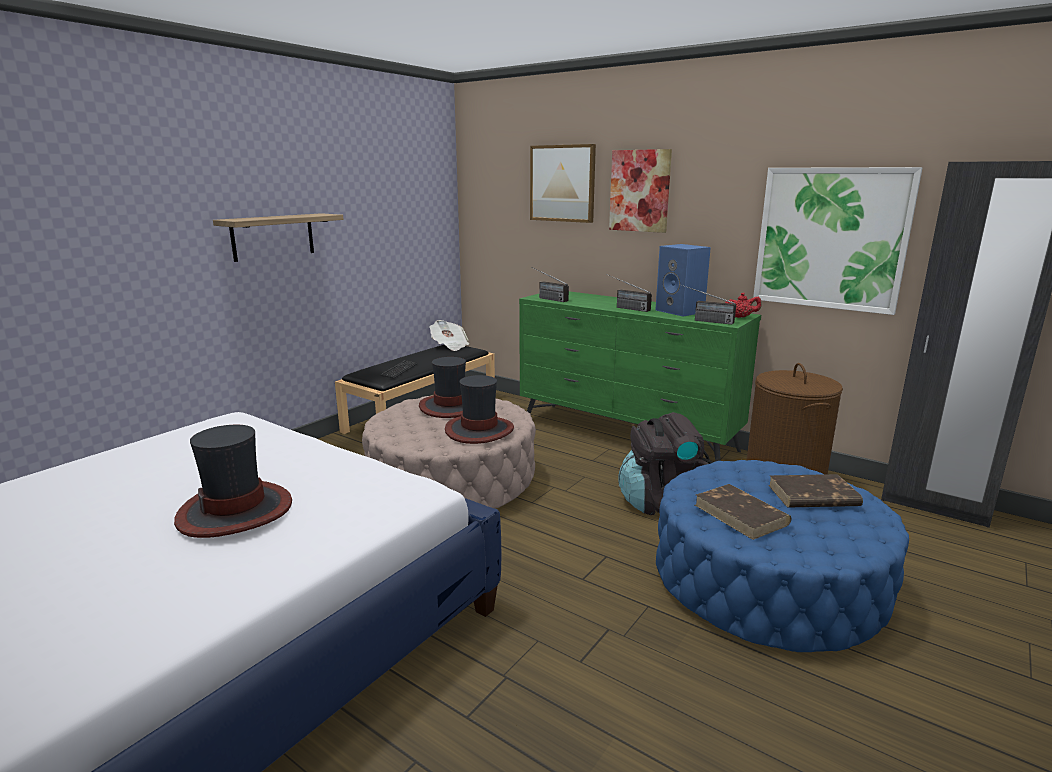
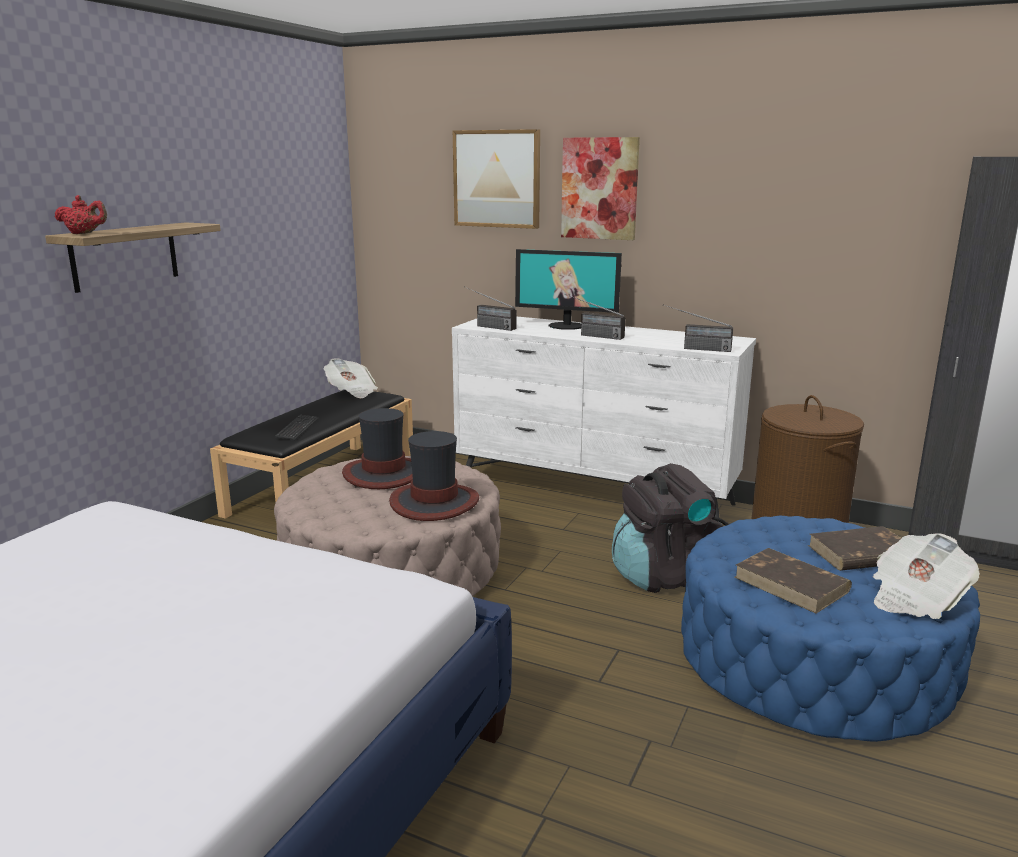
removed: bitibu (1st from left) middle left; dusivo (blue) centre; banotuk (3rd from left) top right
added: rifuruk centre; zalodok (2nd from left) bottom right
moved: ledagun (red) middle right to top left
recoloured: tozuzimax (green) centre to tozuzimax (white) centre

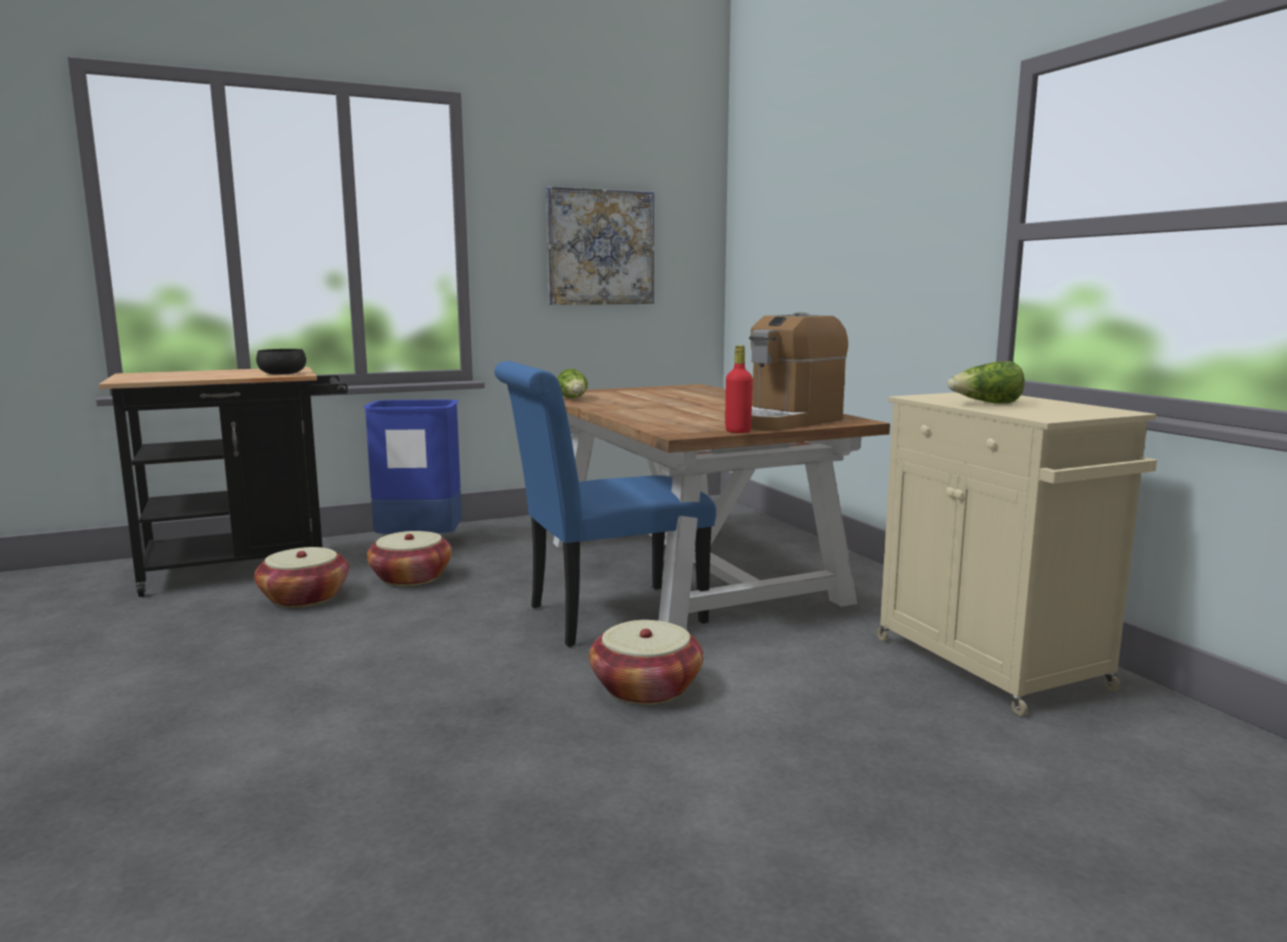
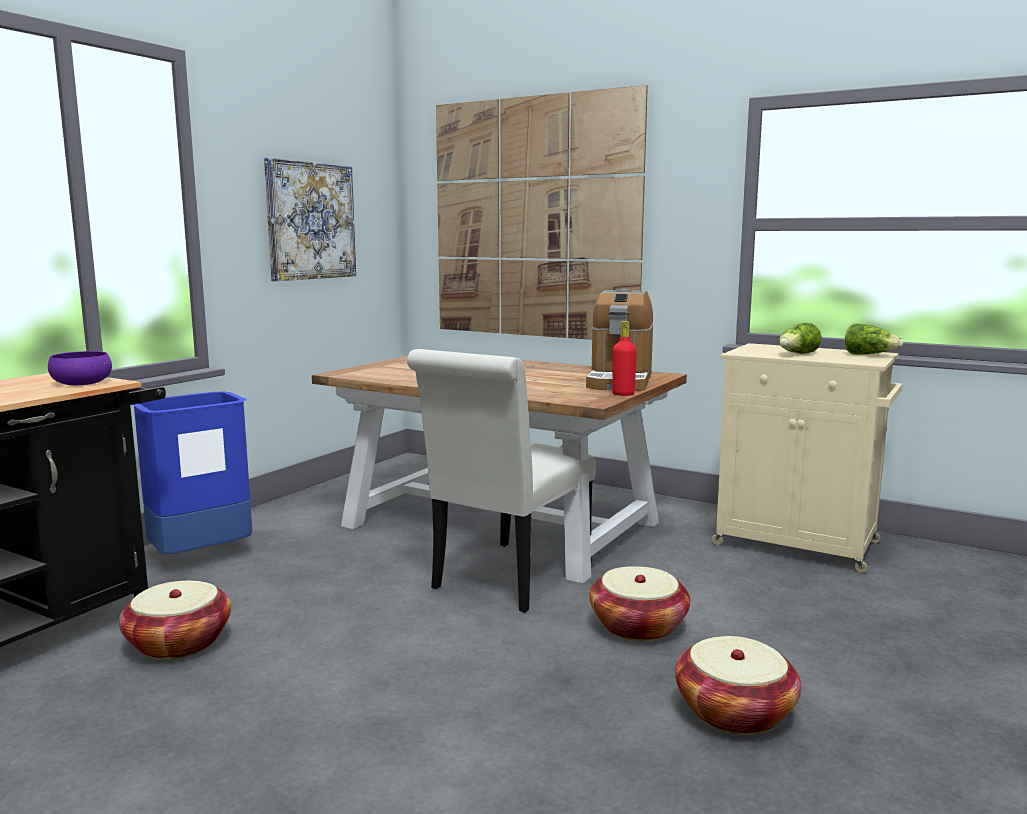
added: banotuk (2nd from left) top centre
moved: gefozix (2nd from left in the first image) middle left to gefozix (3rd from left) bottom right; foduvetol (1st from left in the first image) centre to foduvetol (2nd from left) middle right
recoloured: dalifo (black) middle left to dalifo (purple) middle left; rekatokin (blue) centre to rekatokin (white) centre

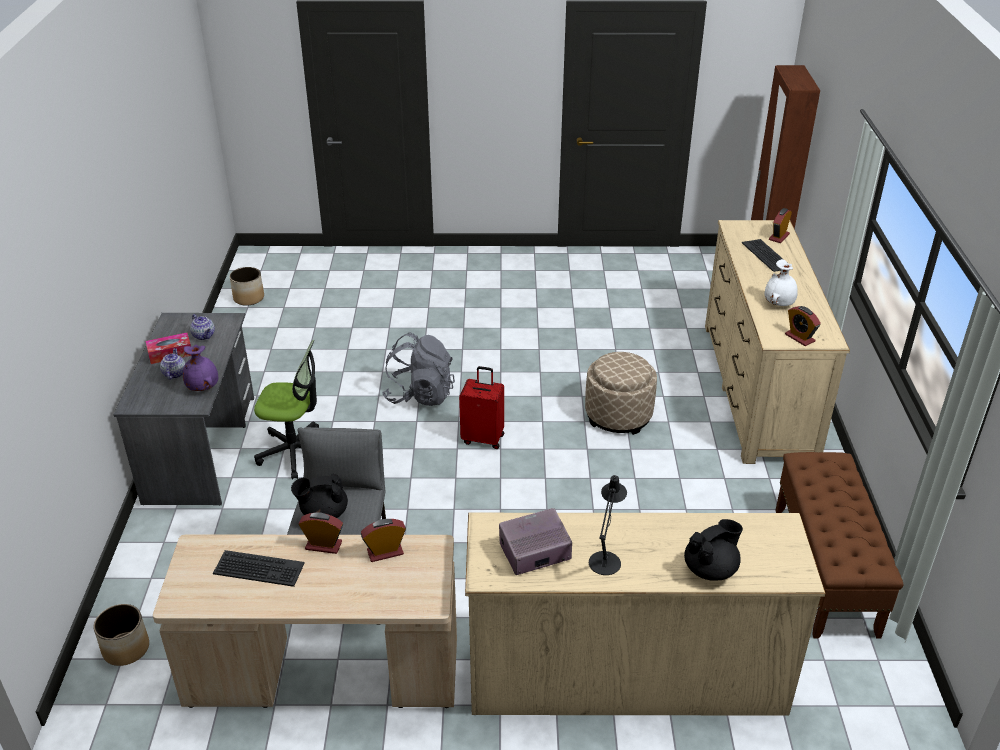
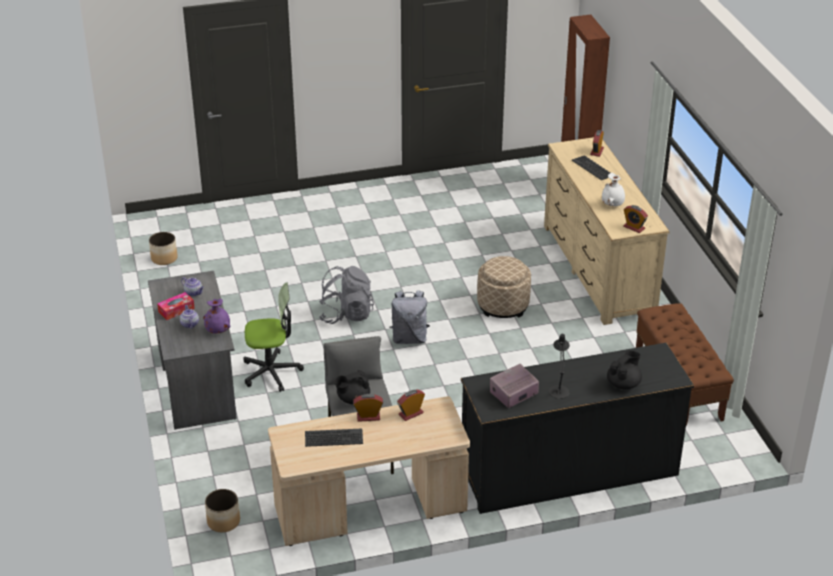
replaced: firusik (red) centre to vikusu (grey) (2nd from left) centre
recoloured: tozuzimax (beige) (1st from left) bottom centre to tozuzimax (black) bottom right

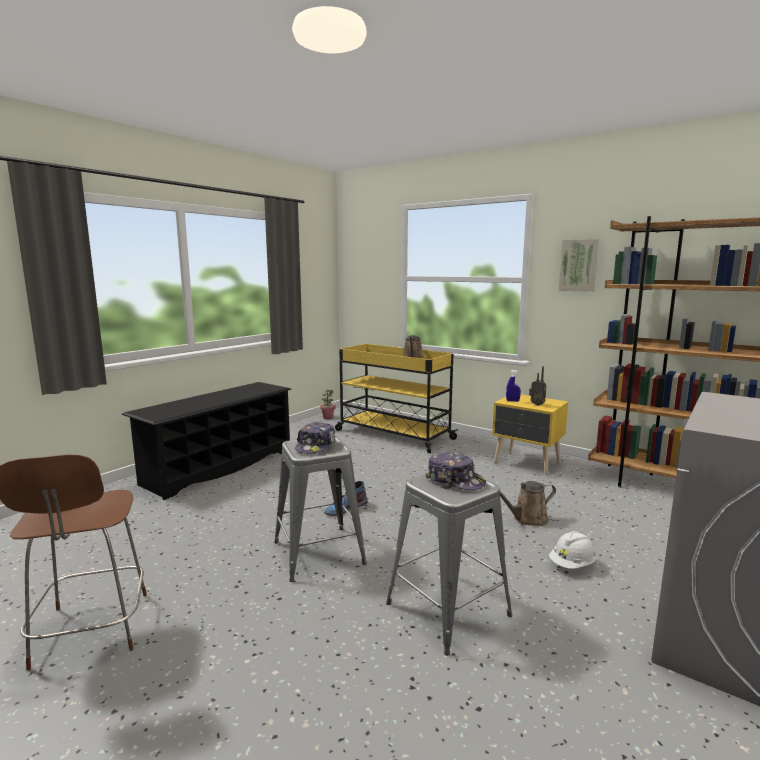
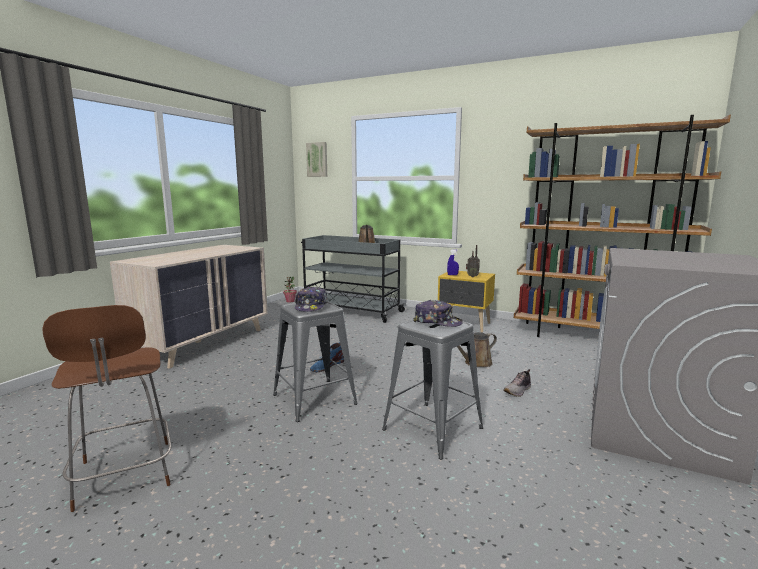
moved: banotuk middle right to top centre
replaced: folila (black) middle left to tozuzimax (beige) middle left; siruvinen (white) bottom right to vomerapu bottom right
recoloured: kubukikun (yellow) centre to kubukikun (grey) centre

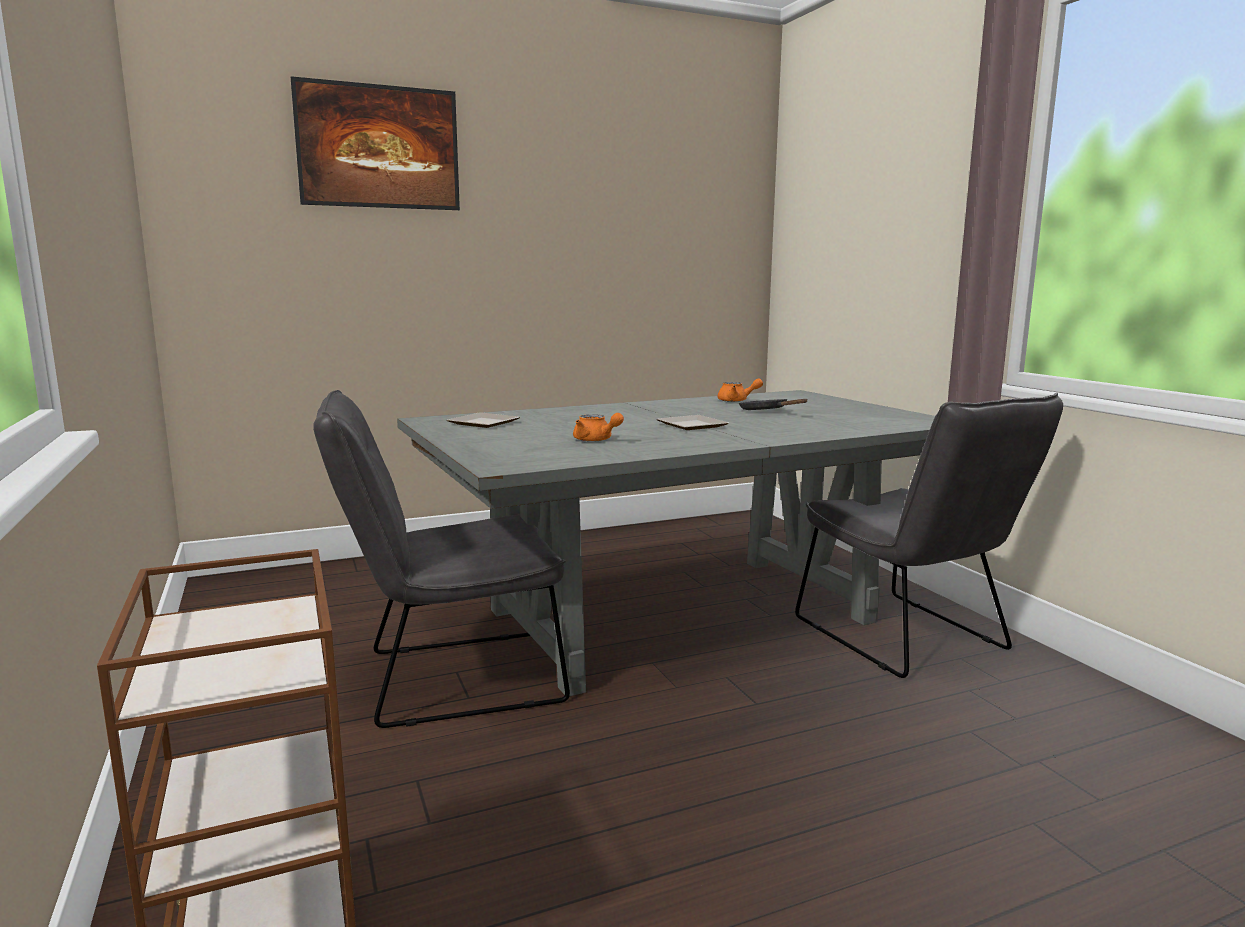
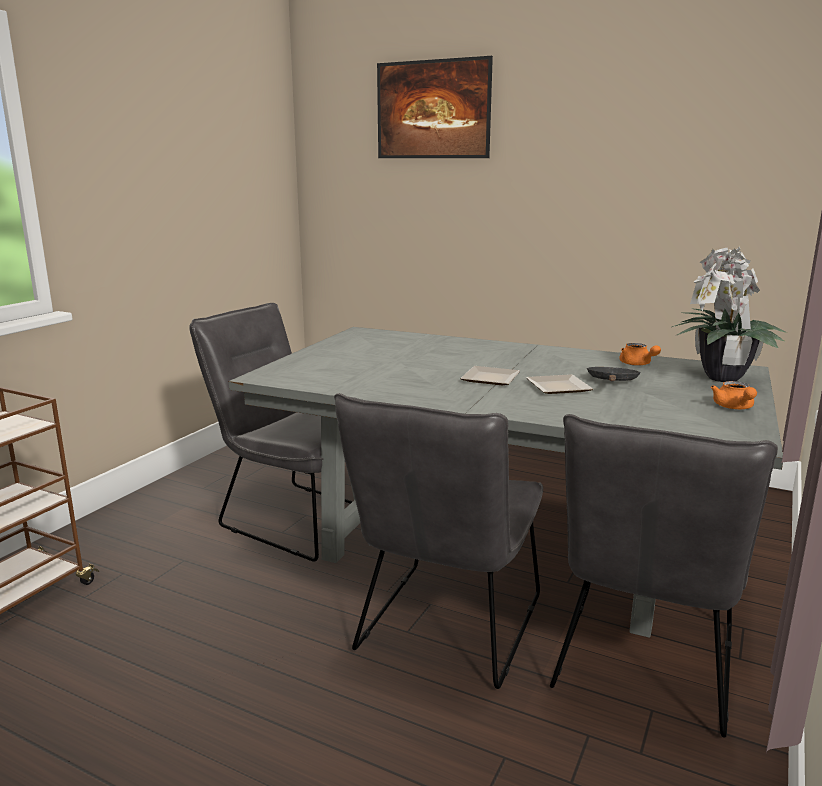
added: rekatokin (grey) (2nd from left) bottom centre; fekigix middle right
moved: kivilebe (1st from left in the first image) centre to kivilebe (2nd from left) middle right; ledagun (orange) (1st from left in the first image) centre to ledagun (orange) (2nd from left) middle right

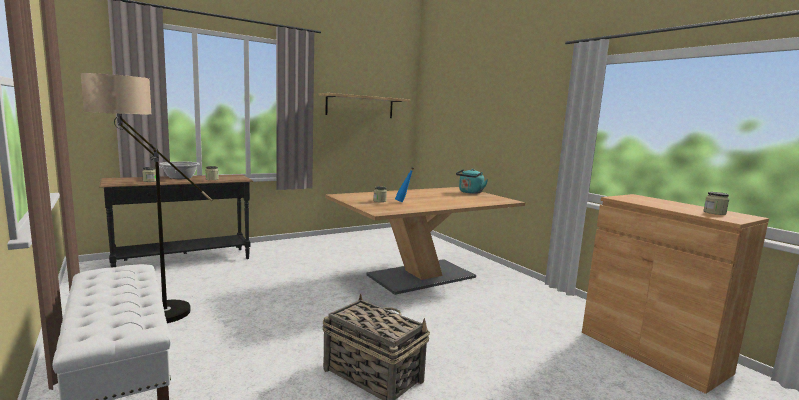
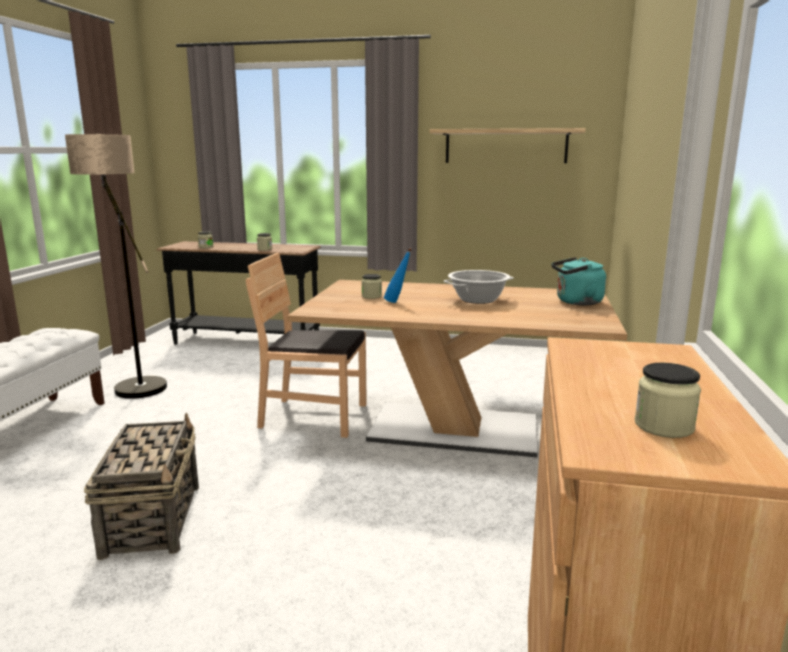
added: rekatokin (brown) centre
moved: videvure middle left to centre

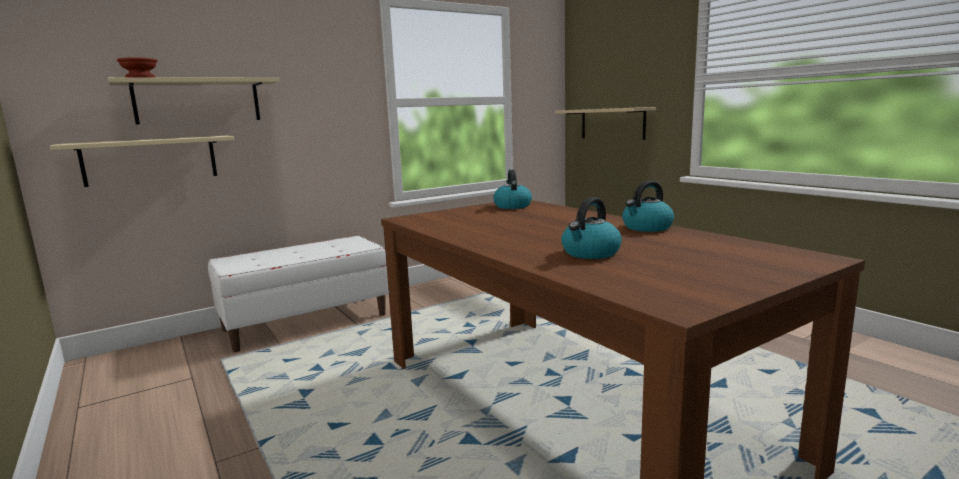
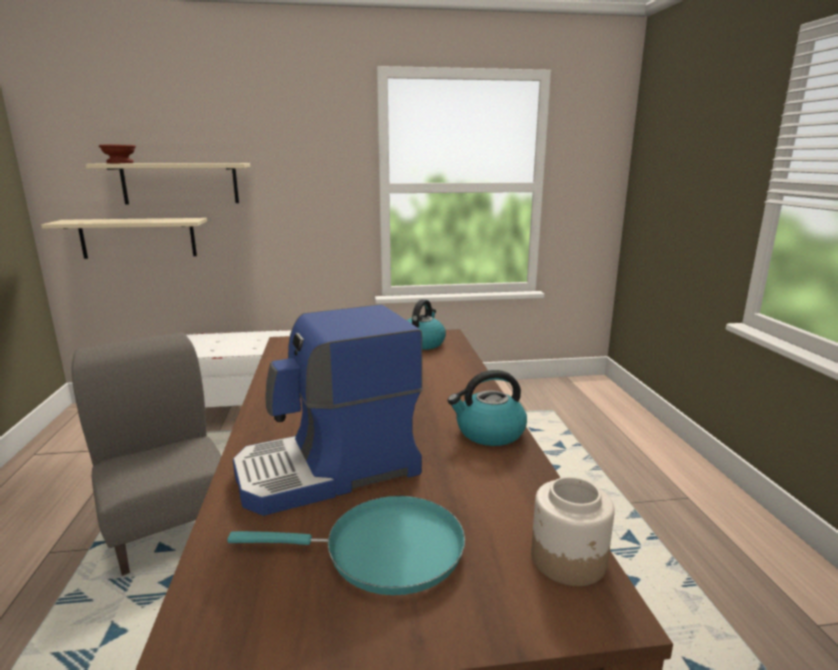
removed: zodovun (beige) (3rd from left) top centre
added: rekatokin (grey) bottom left; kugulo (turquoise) bottom centre; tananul bottom right
replaced: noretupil (2nd from left) centre to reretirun centre

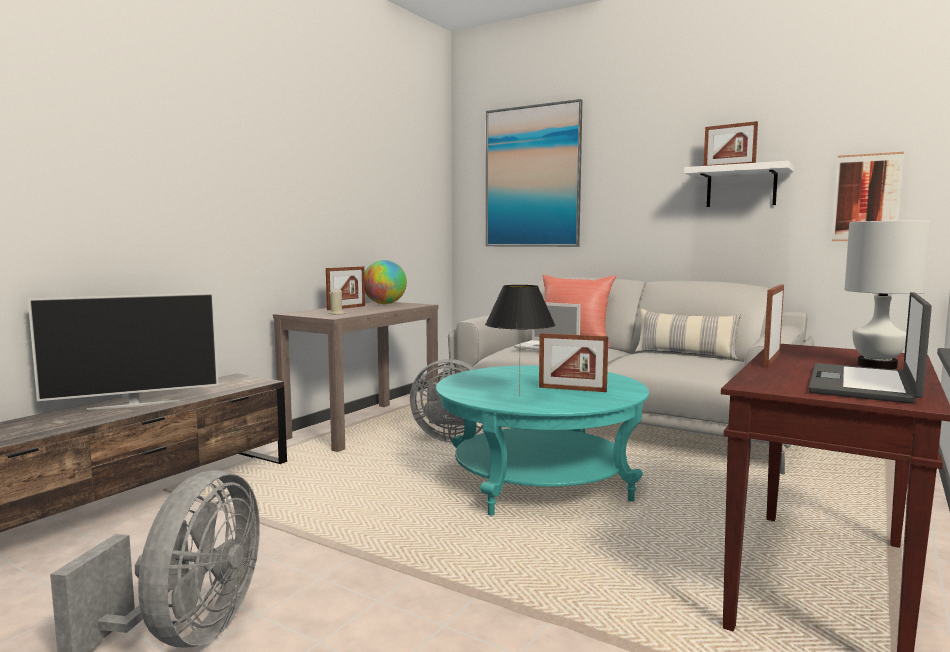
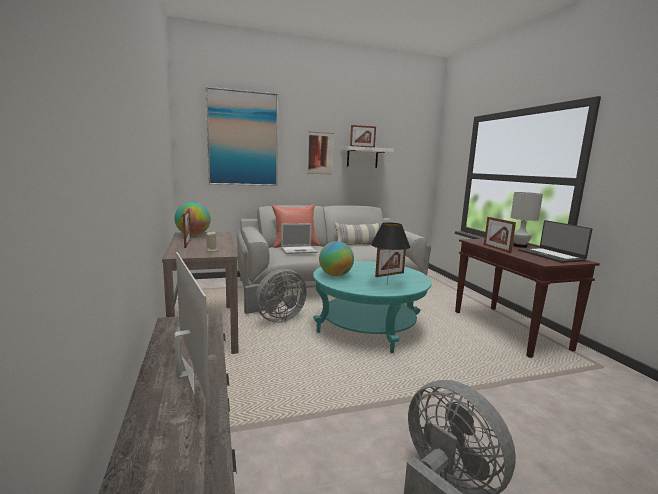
added: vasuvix (2nd from left) centre
moved: banotuk (2nd from left) top right to top centre
turned: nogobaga middle left = middle left 45 degrees counterclockwise

